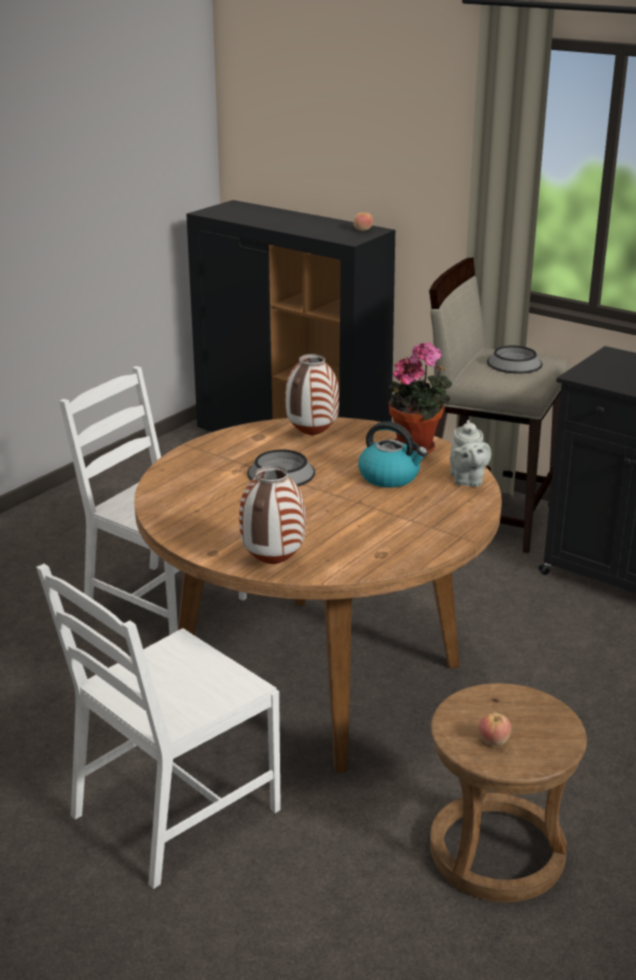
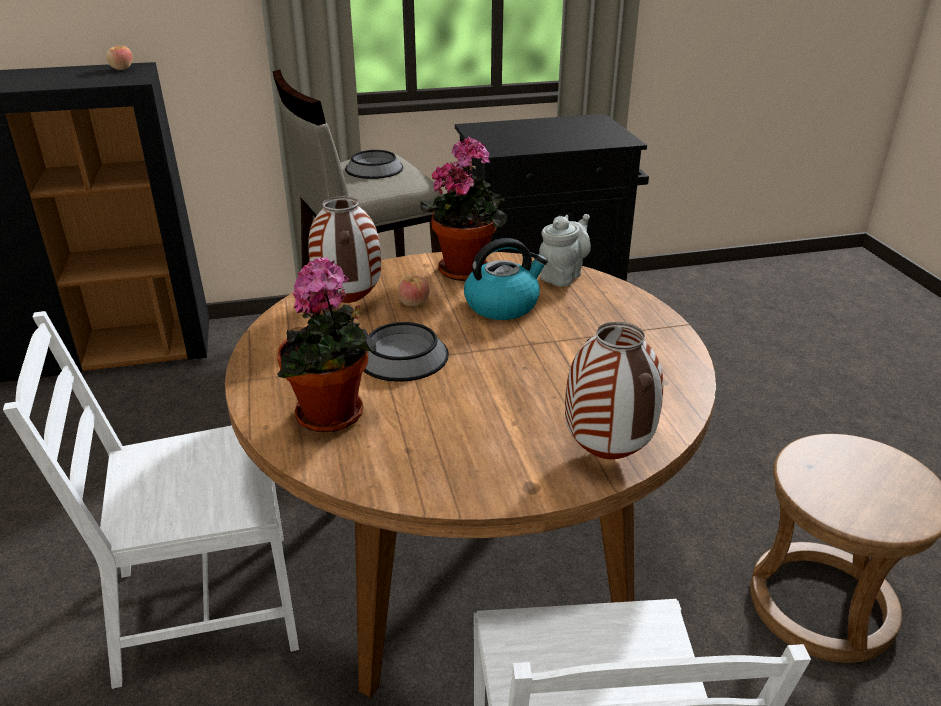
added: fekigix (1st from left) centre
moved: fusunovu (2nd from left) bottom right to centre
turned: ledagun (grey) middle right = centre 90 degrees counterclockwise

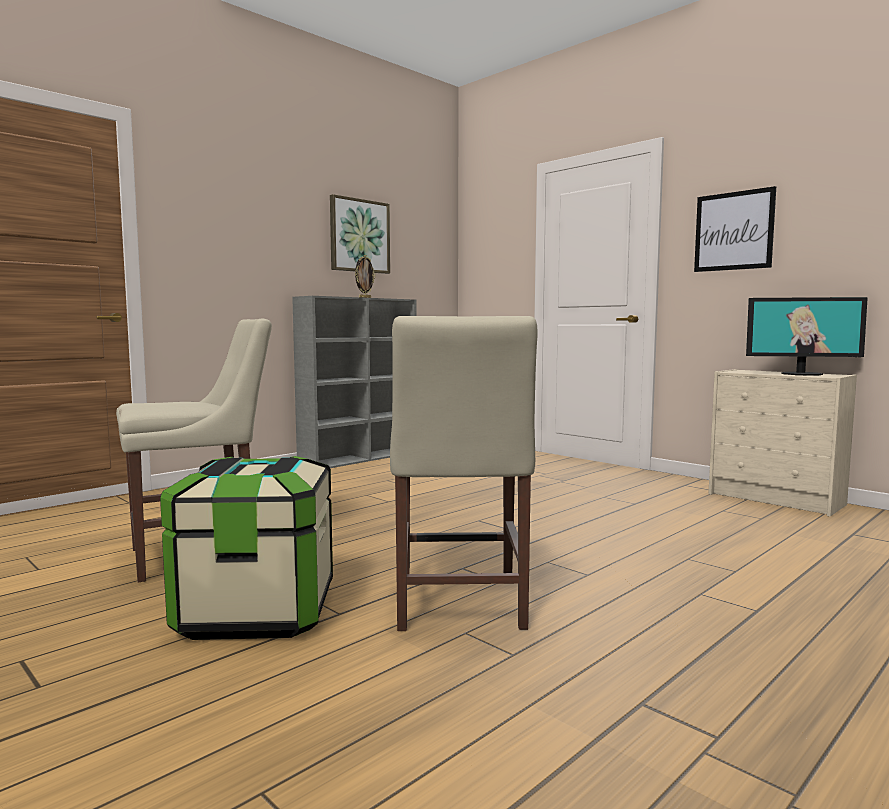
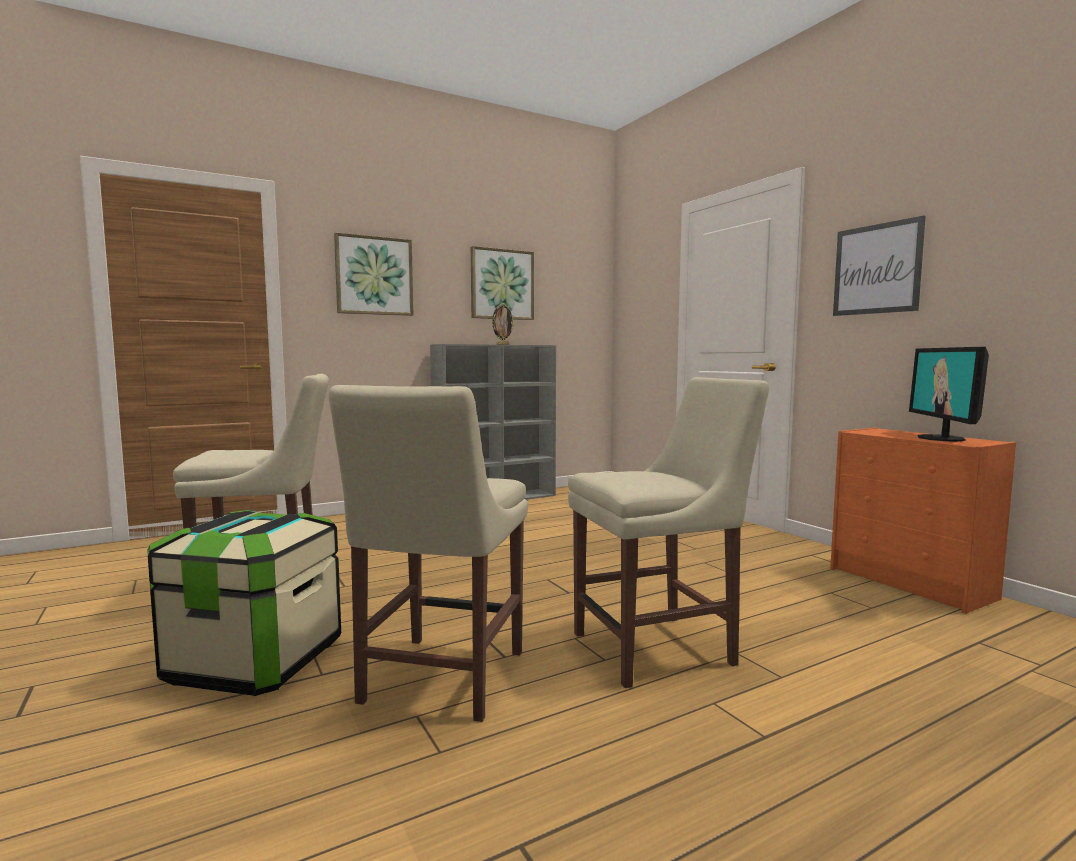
added: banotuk (1st from left) top centre; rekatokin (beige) (3rd from left) centre
recoloured: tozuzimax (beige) middle right to tozuzimax (orange) middle right
turned: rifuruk middle right = middle right 75 degrees clockwise

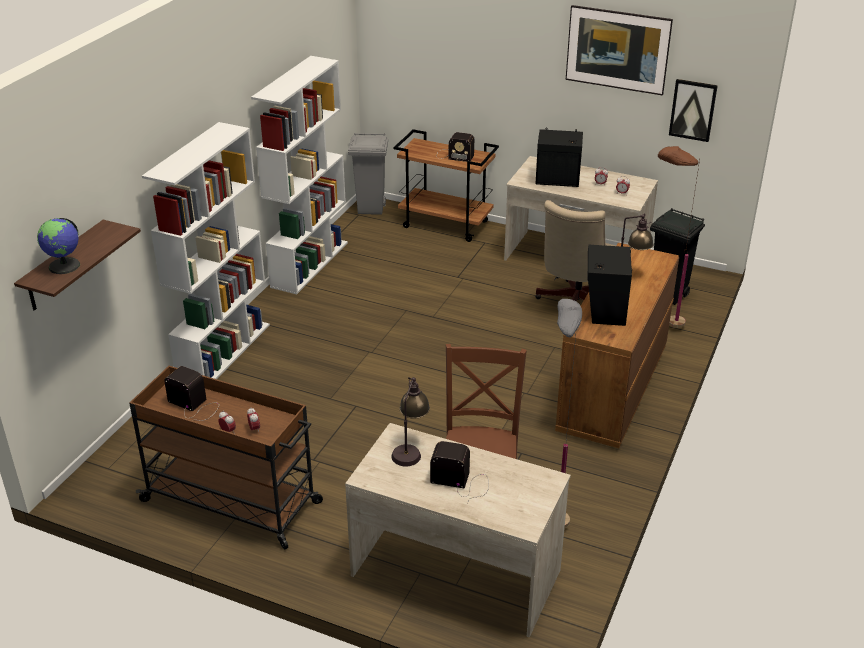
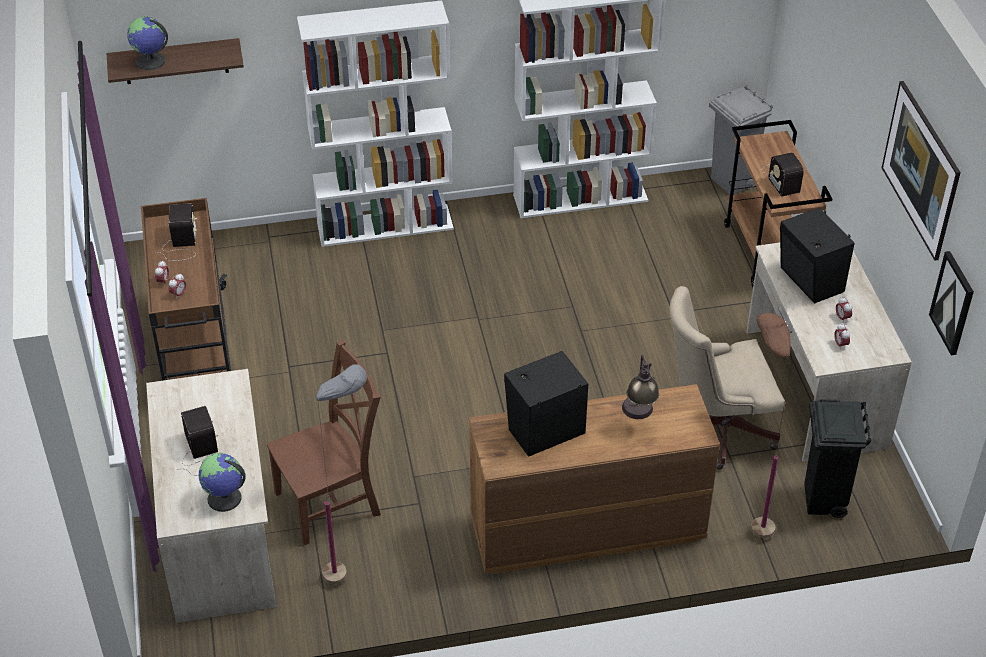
removed: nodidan (1st from left) centre
added: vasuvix (2nd from left) bottom left

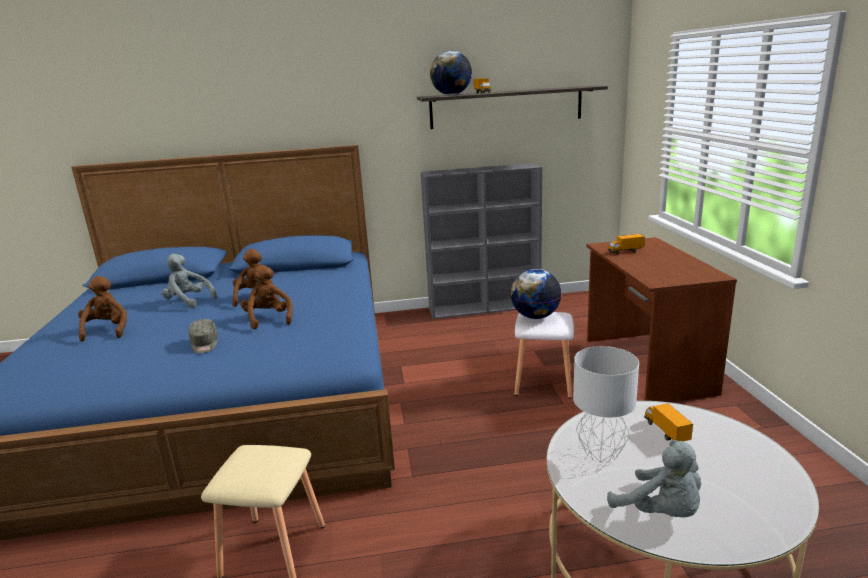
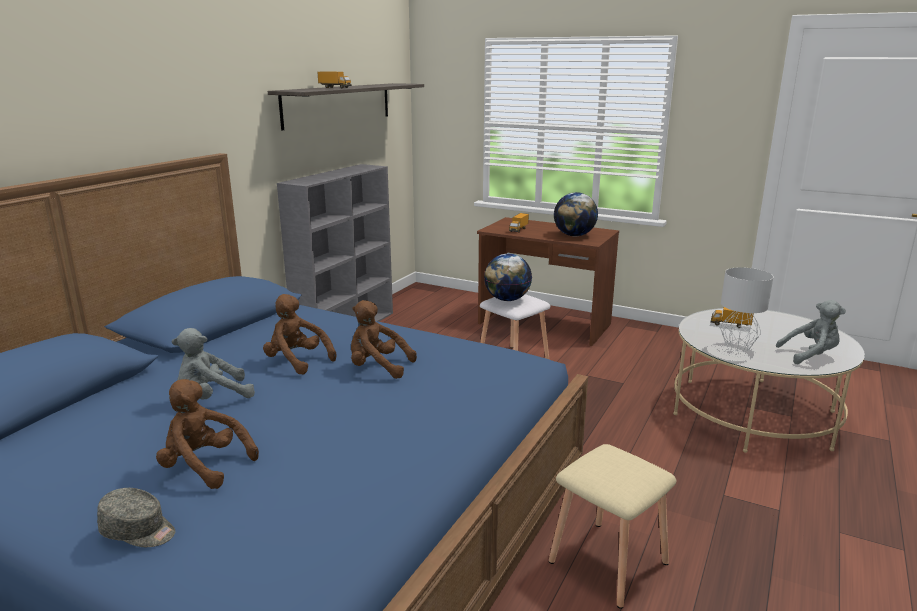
moved: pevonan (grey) middle left to bottom left; vasuvix (1st from left in the first image) top centre to vasuvix (2nd from left) centre

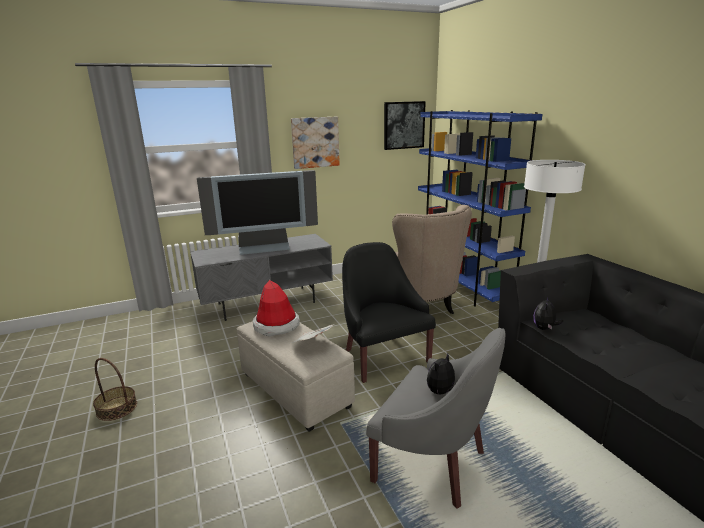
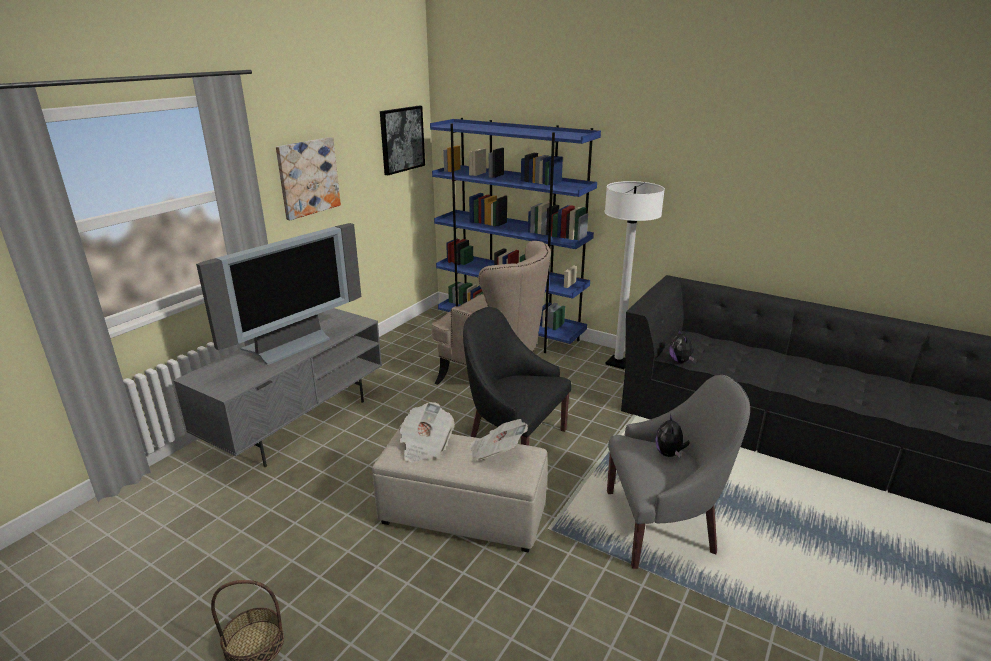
replaced: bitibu centre to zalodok (1st from left) centre

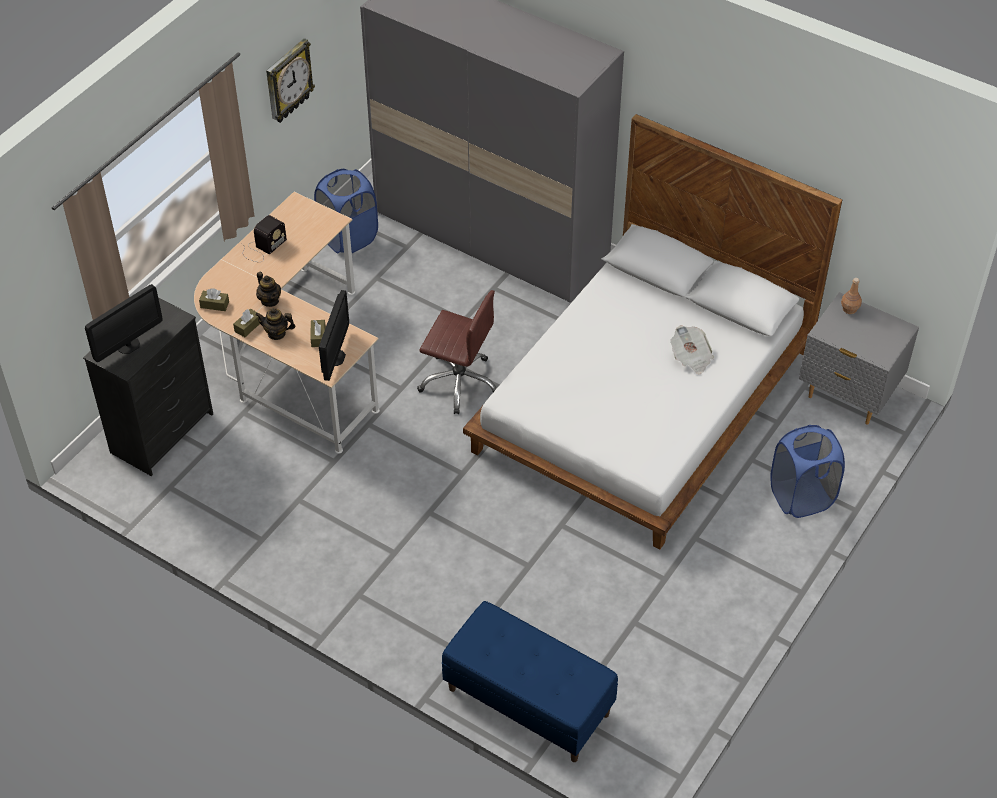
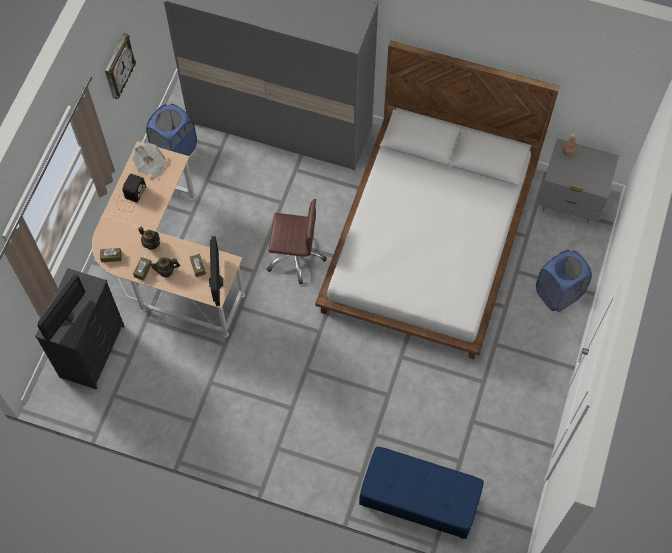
moved: zalodok middle right to top left

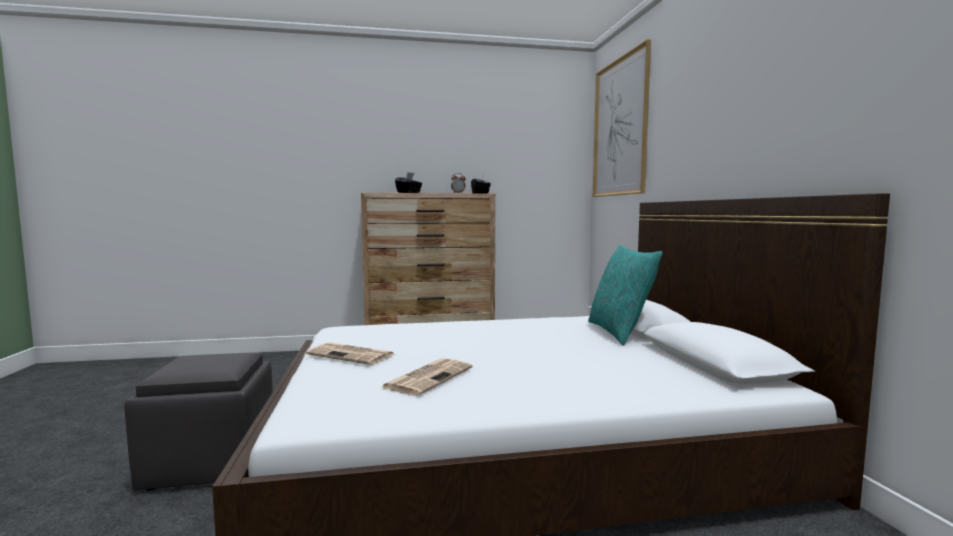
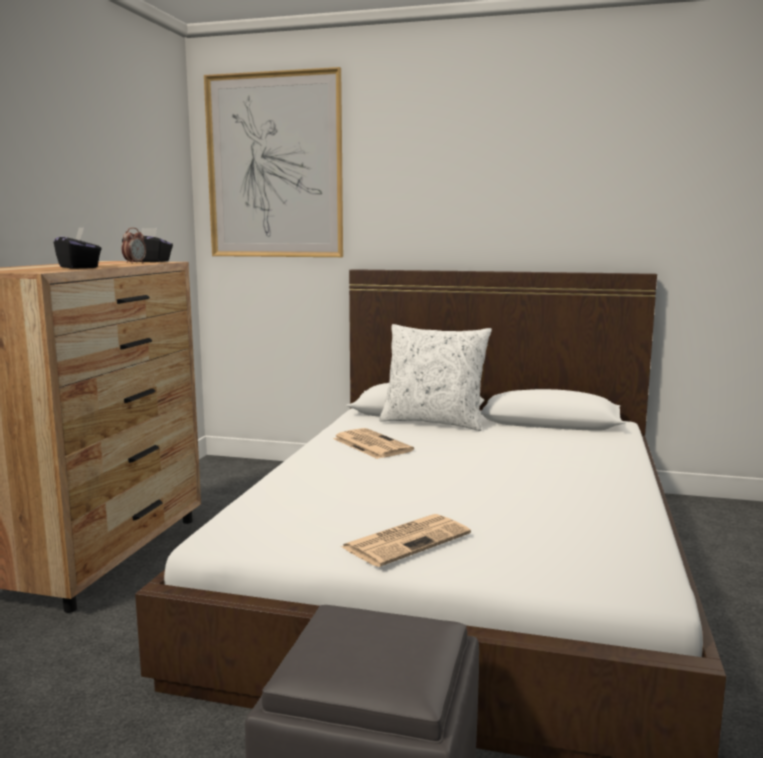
moved: zalodok (2nd from left in the first image) bottom centre to zalodok (1st from left) centre
recoloured: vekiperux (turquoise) centre to vekiperux (white) centre

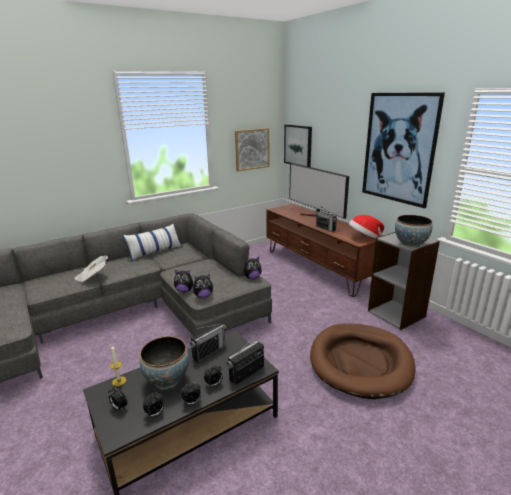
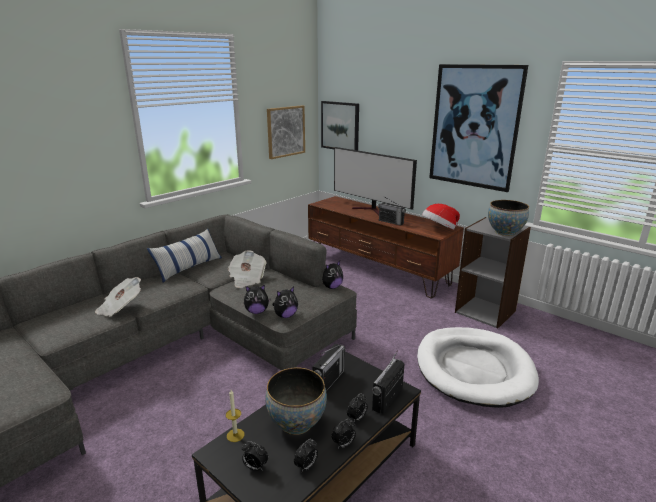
added: zalodok (2nd from left) centre
recoloured: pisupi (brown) bottom right to pisupi (white) bottom right

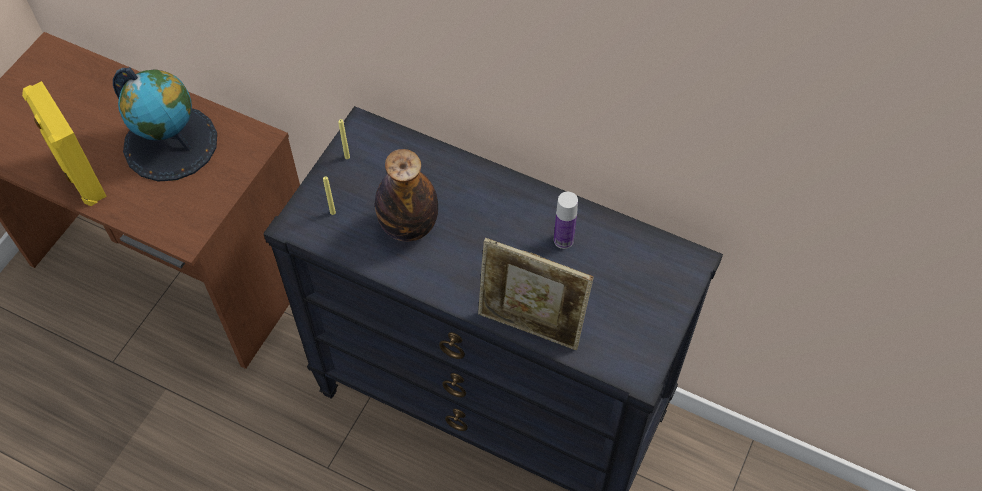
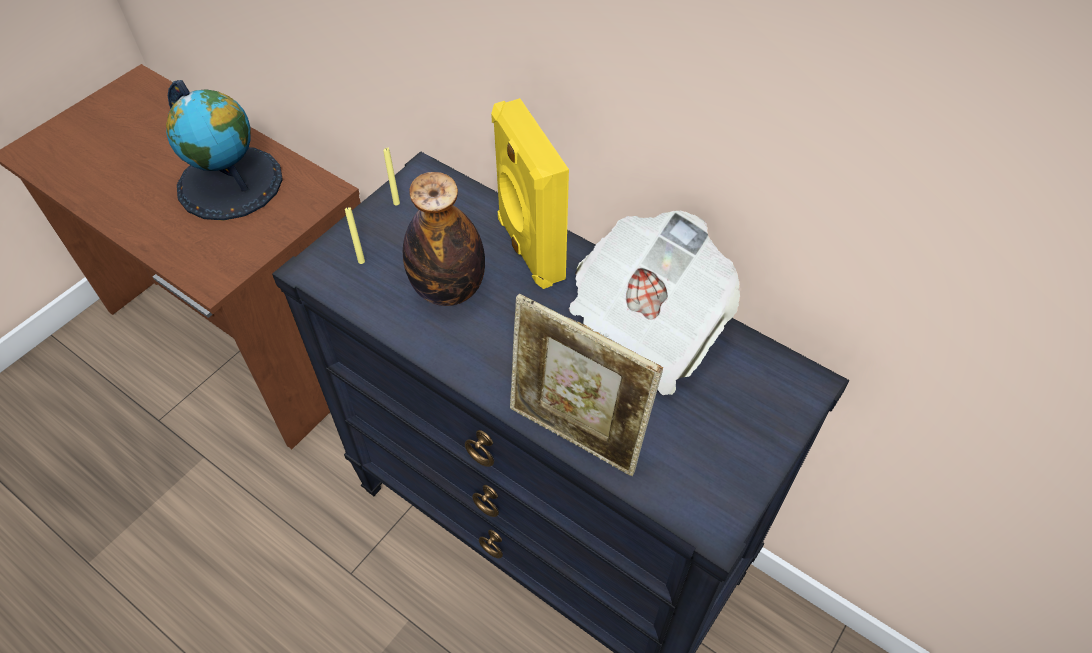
moved: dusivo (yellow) top left to top centre
replaced: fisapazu (2nd from left) centre to zalodok centre

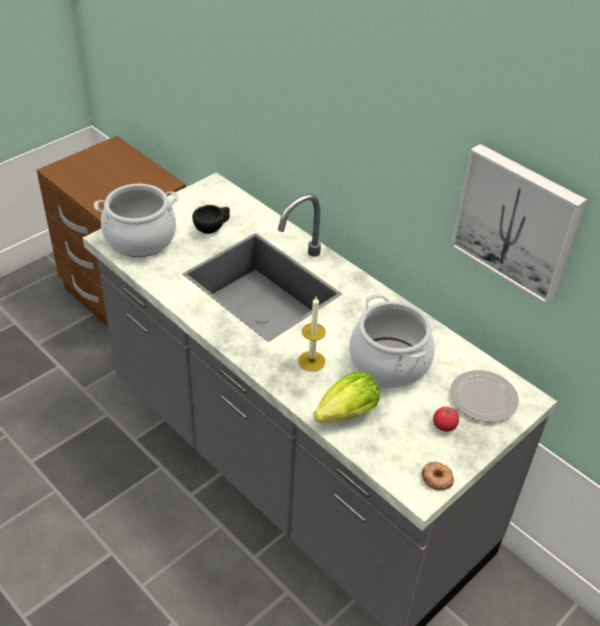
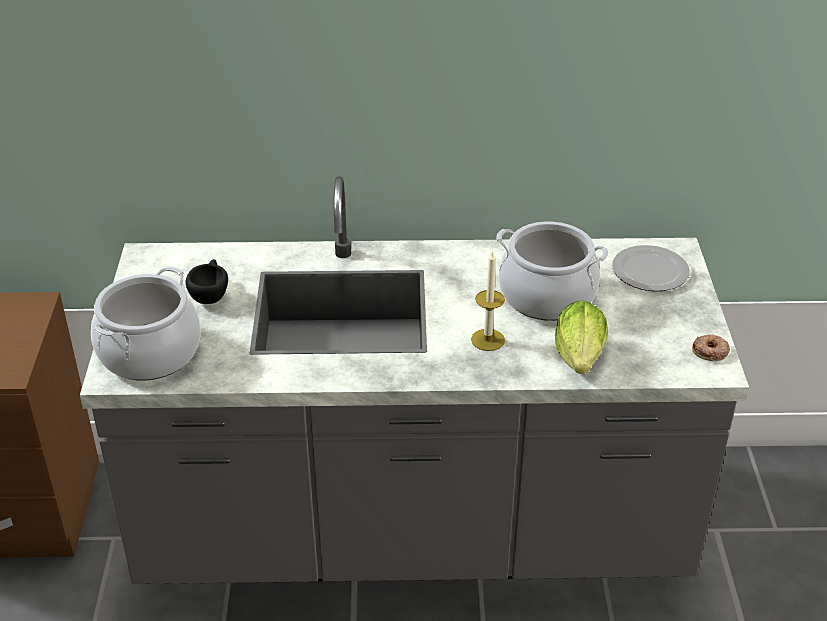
removed: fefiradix bottom right; banotuk middle right

